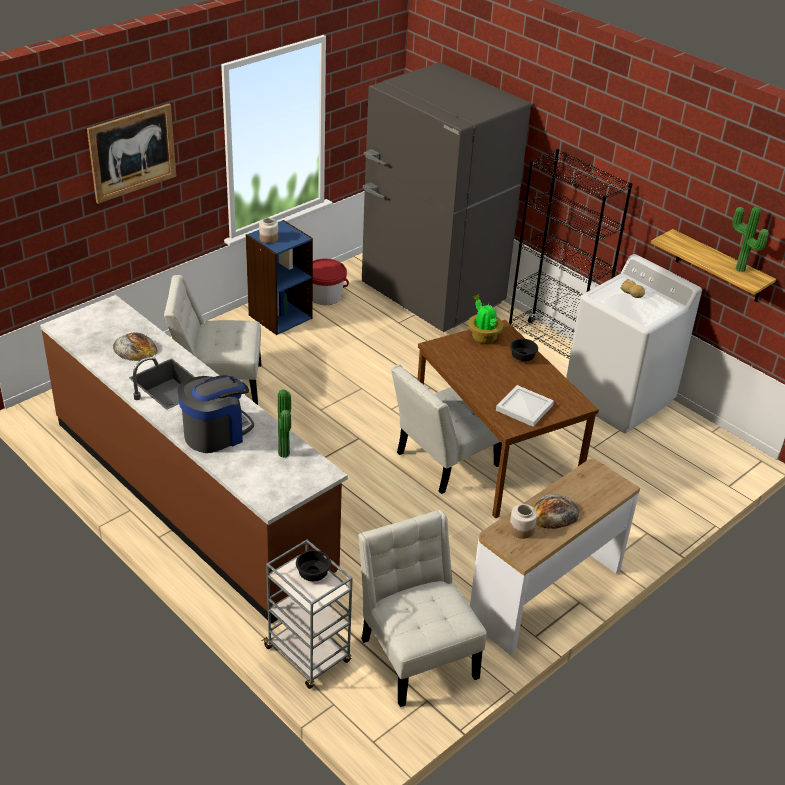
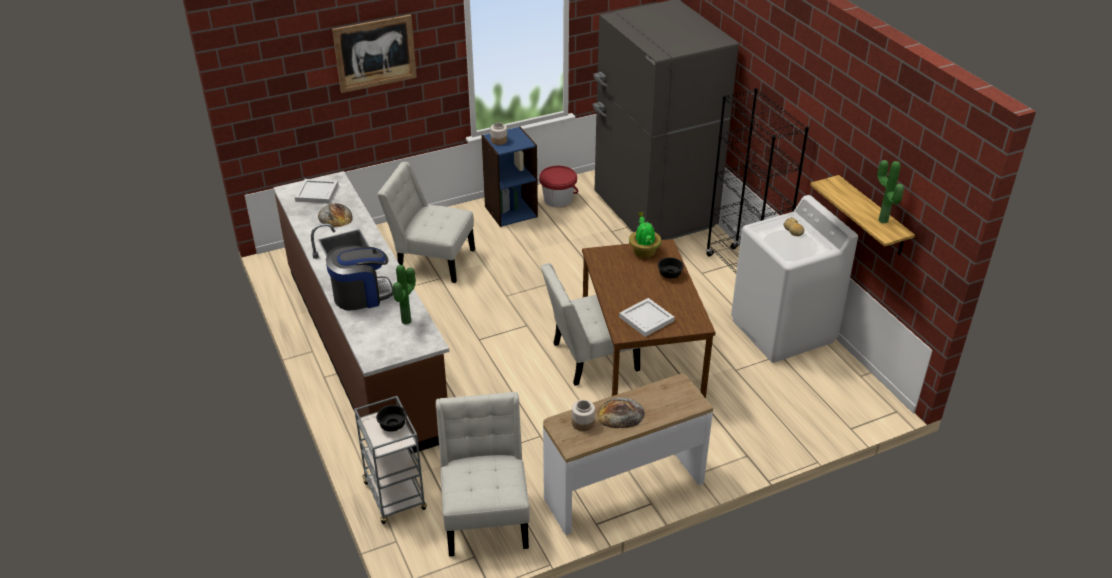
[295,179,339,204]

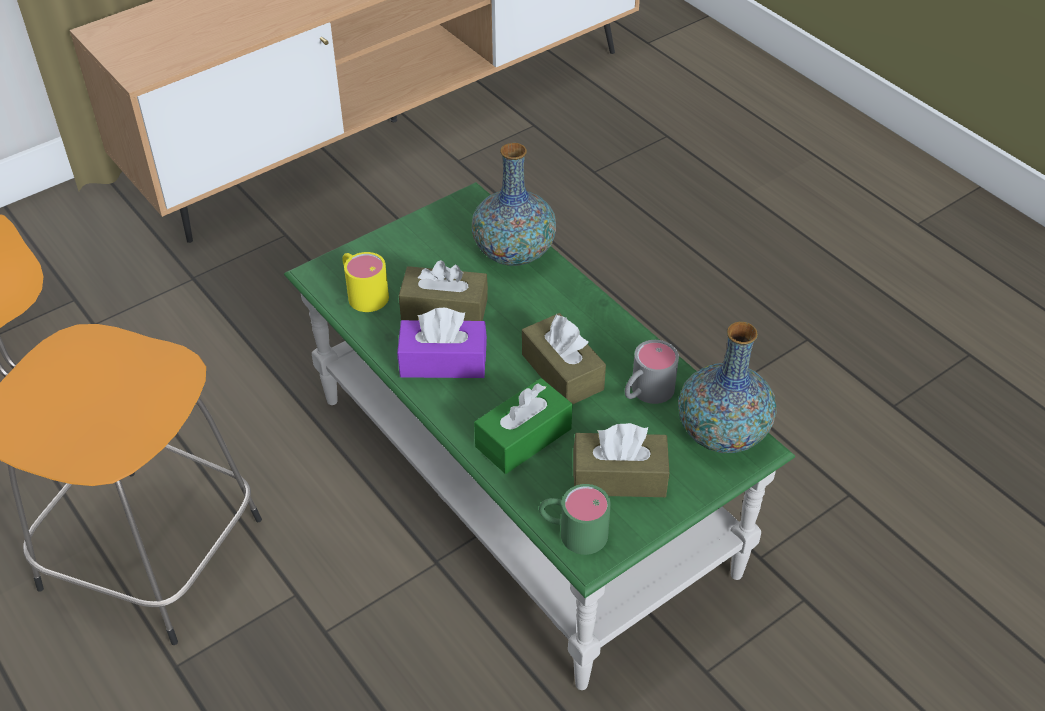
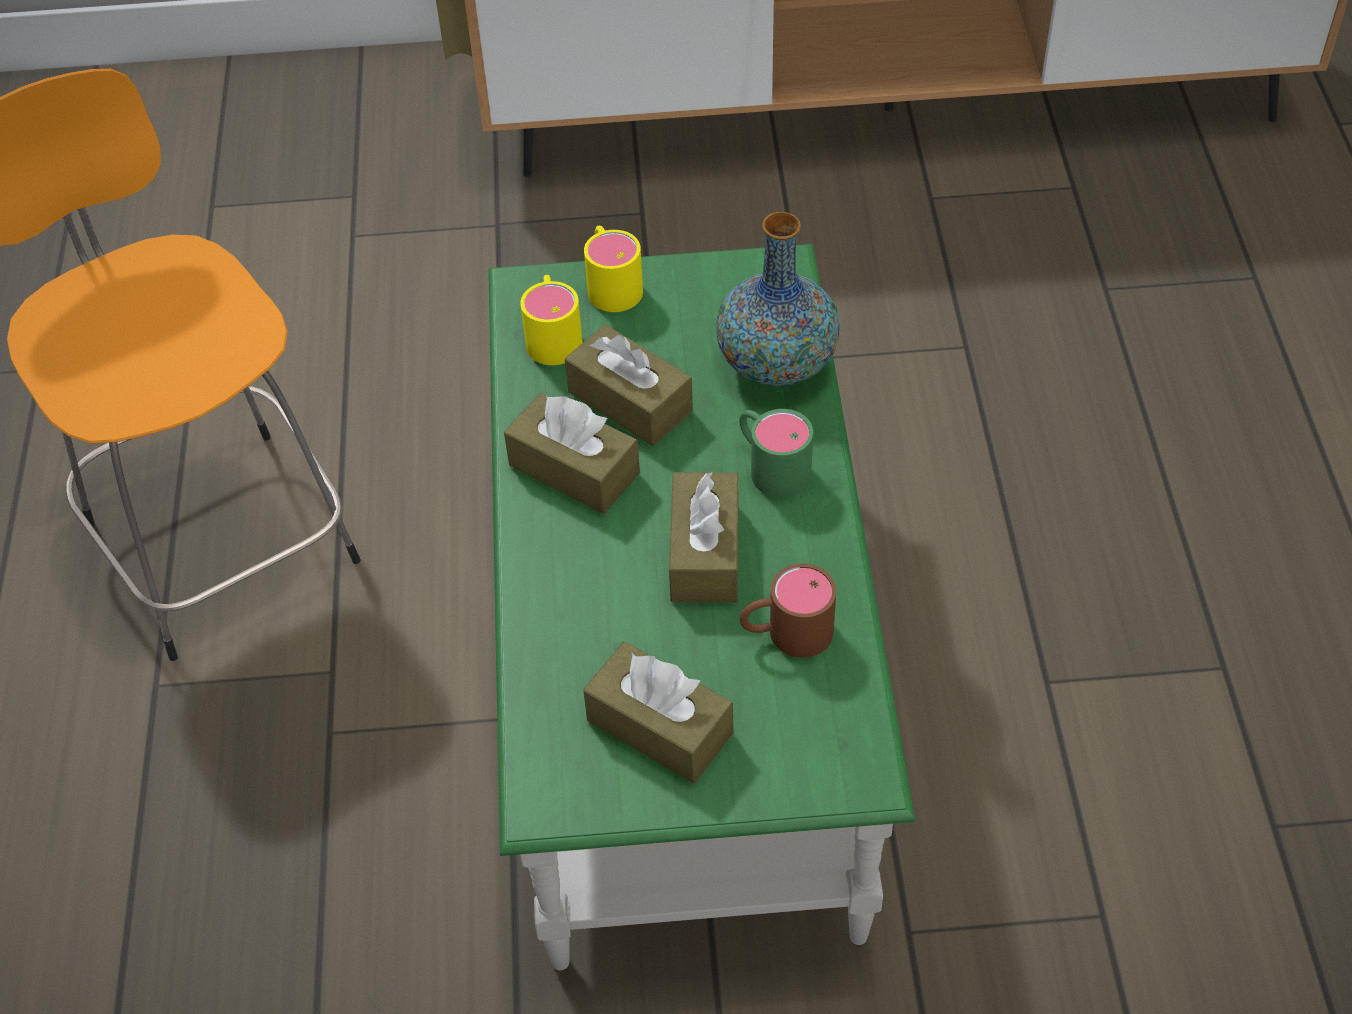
[504,393,640,514]
[678,322,776,453] (first image)
[740,563,836,658]
[474,378,572,474] (first image)
[739,409,813,498]
[584,226,643,312]

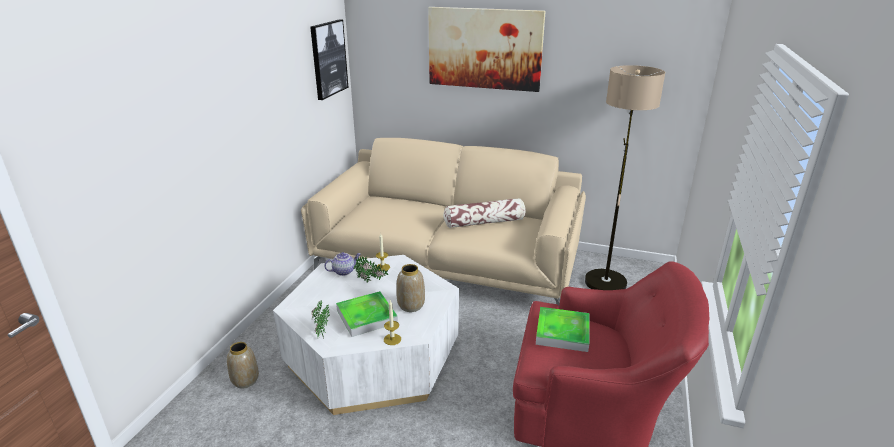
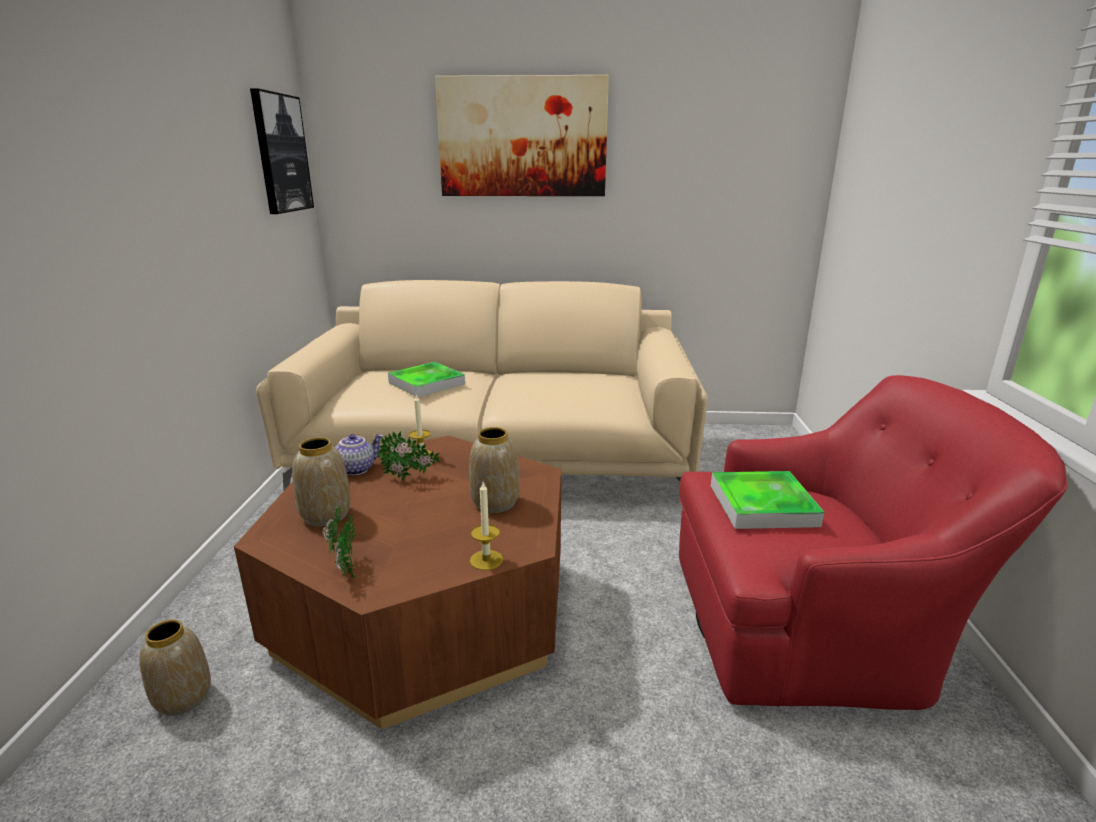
[585,65,666,290] (first image)
[443,198,526,228] (first image)
[234,436,561,729]
[388,362,465,397]
[292,437,351,527]

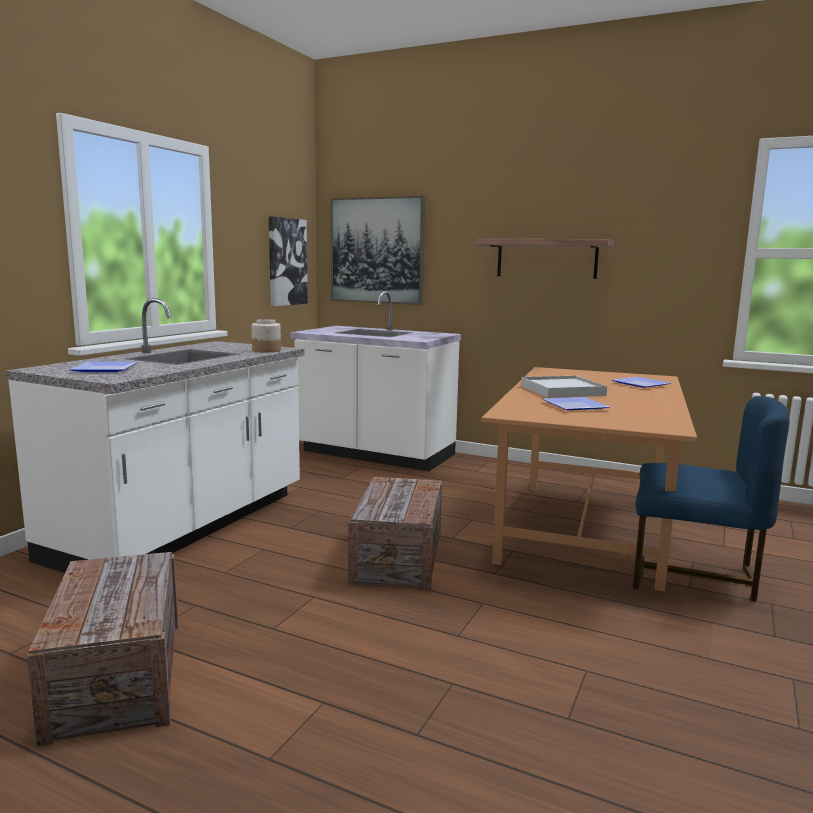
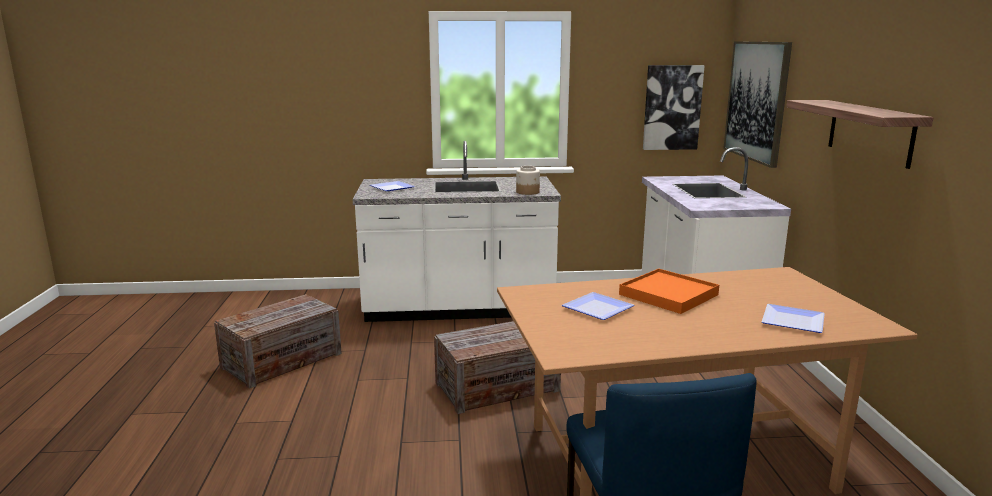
[619,268,719,314]

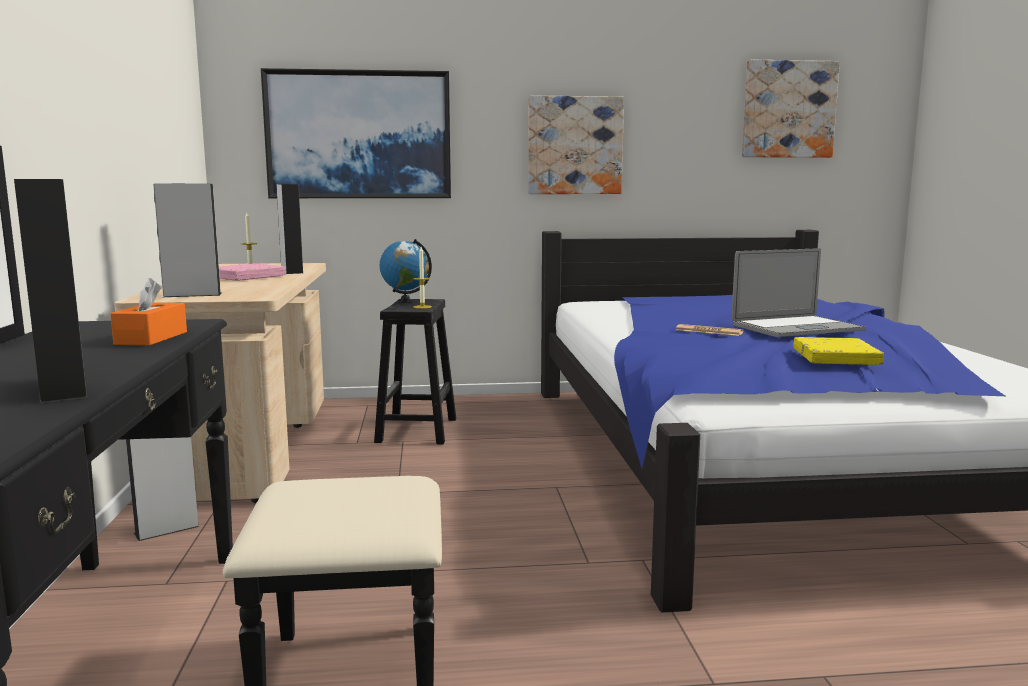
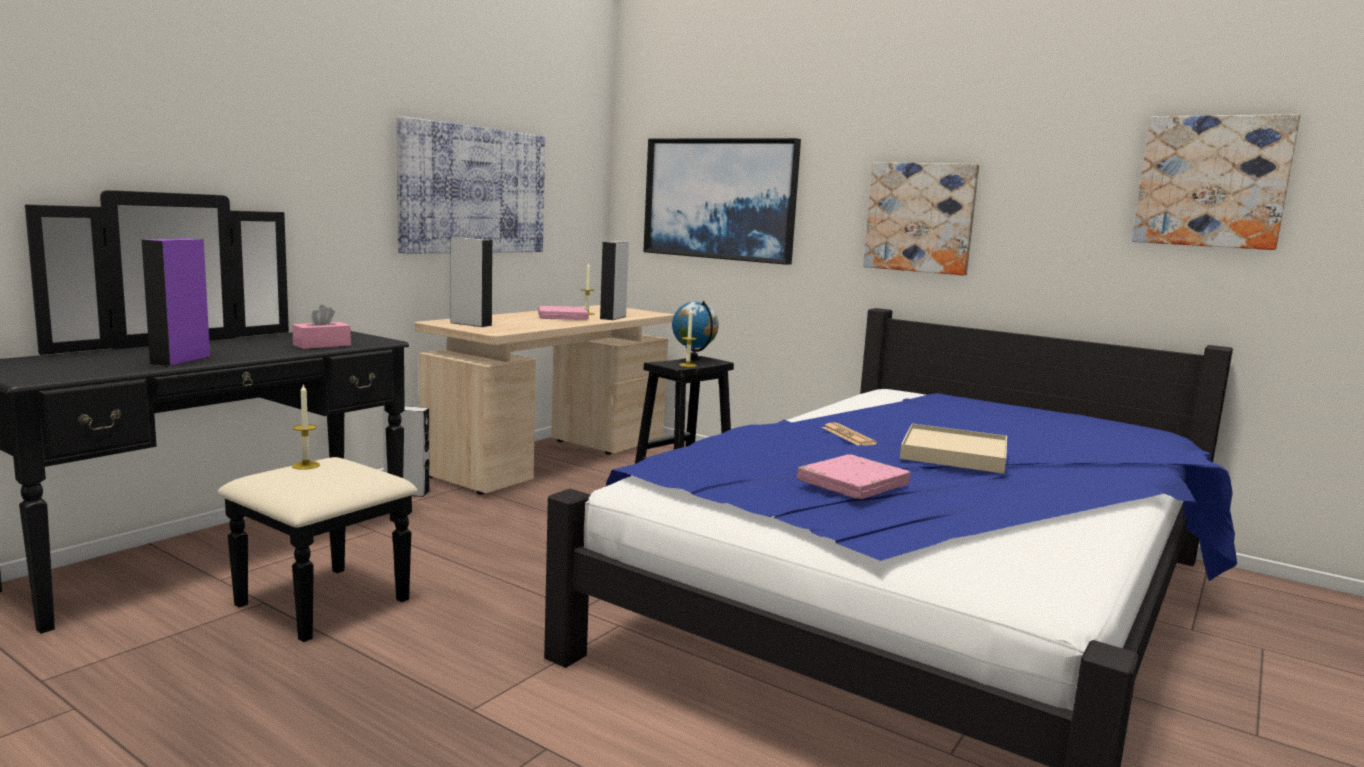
[900,424,1007,474]
[292,305,351,349]
[797,454,911,499]
[396,116,545,254]
[292,384,320,470]

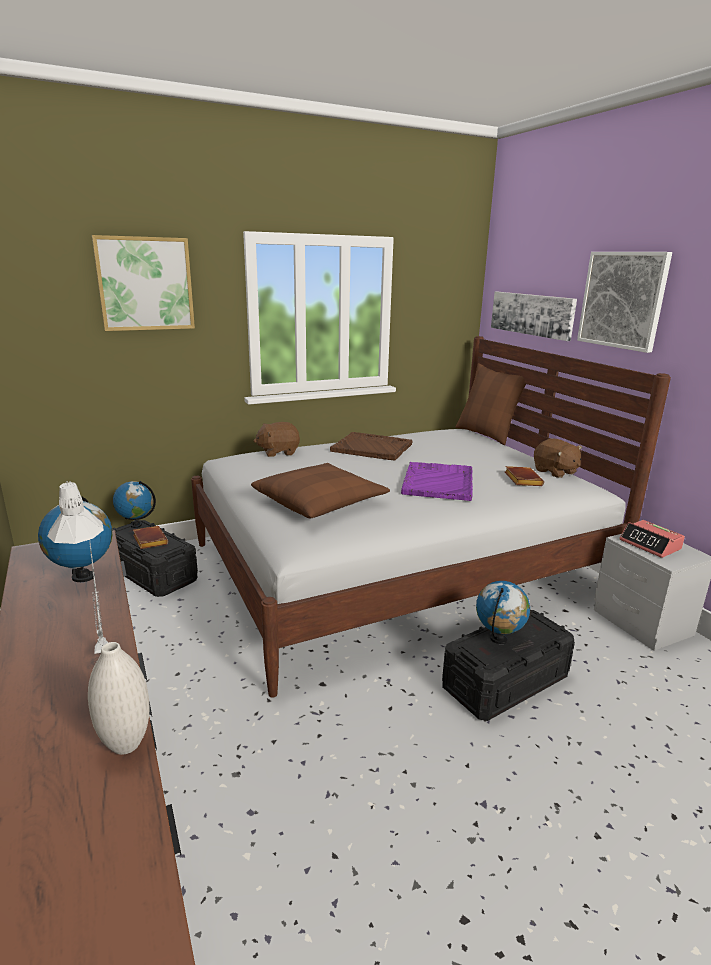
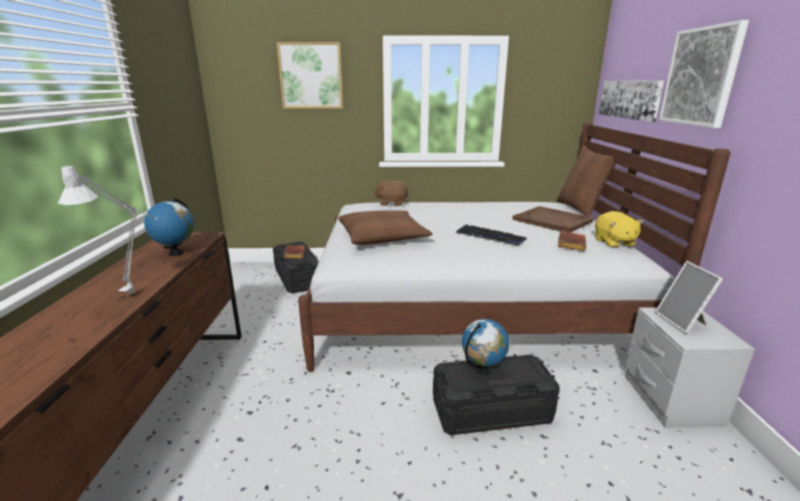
[513,206,594,233]
[595,211,643,248]
[456,224,527,245]
[113,481,156,528] (first image)
[655,261,723,334]
[88,642,150,755] (first image)

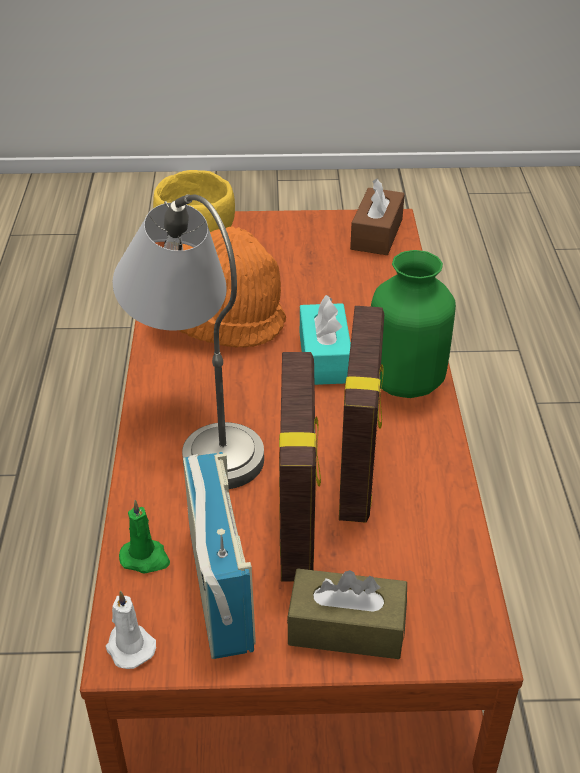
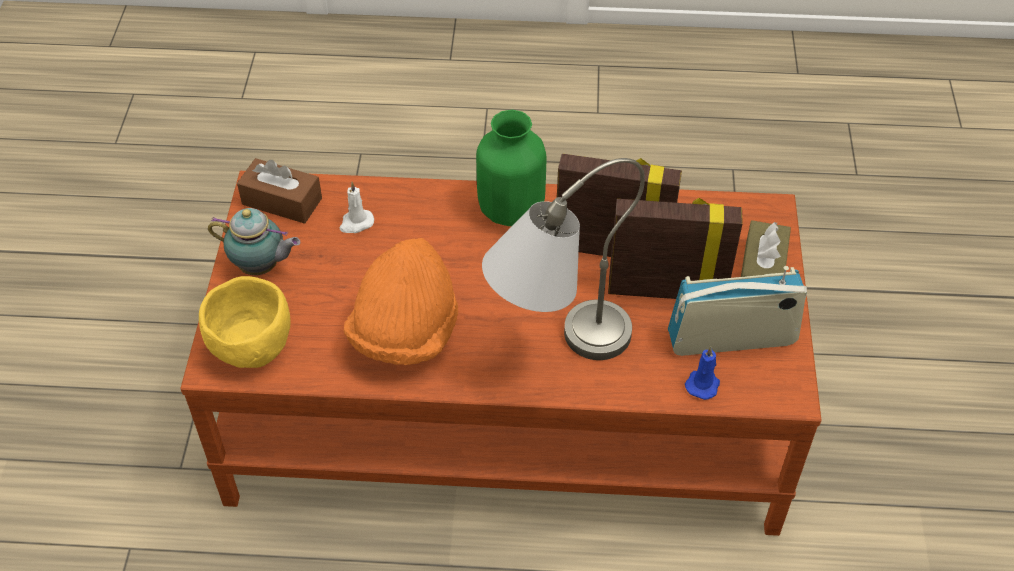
[300,295,351,385] (first image)
[685,346,720,400]
[340,182,374,233]
[208,208,300,275]

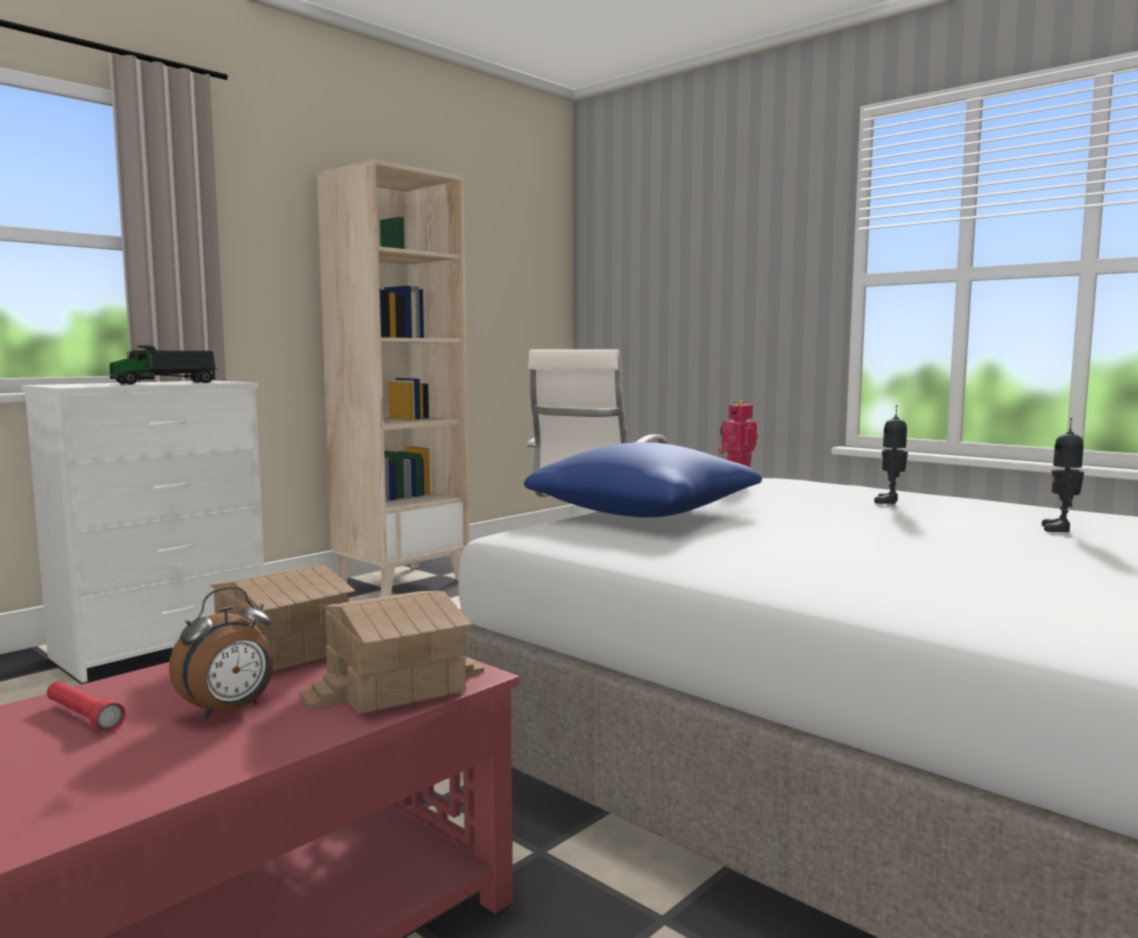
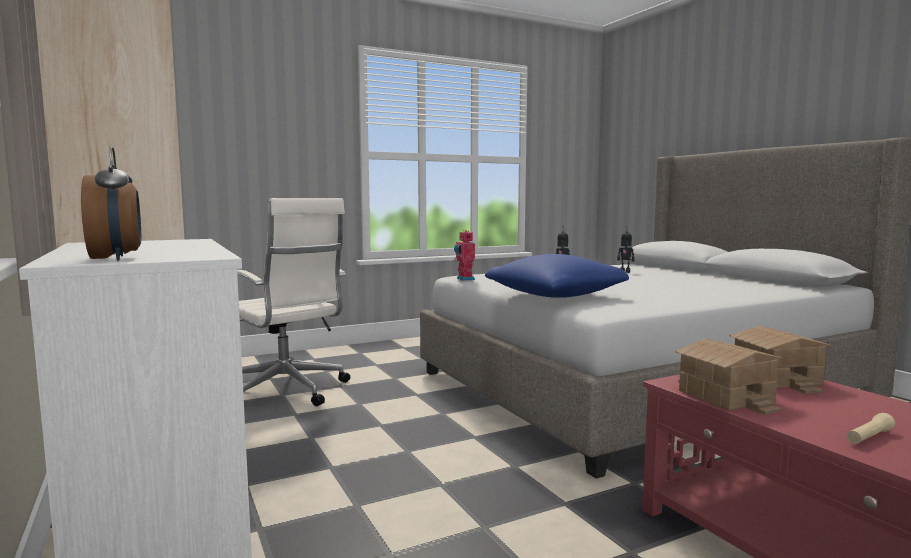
[109,345,217,384] (first image)
[81,146,141,260]
[846,413,895,444]

